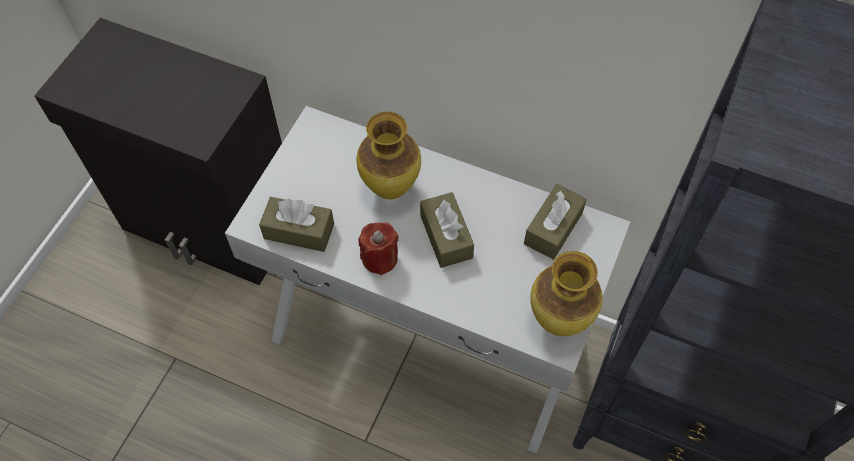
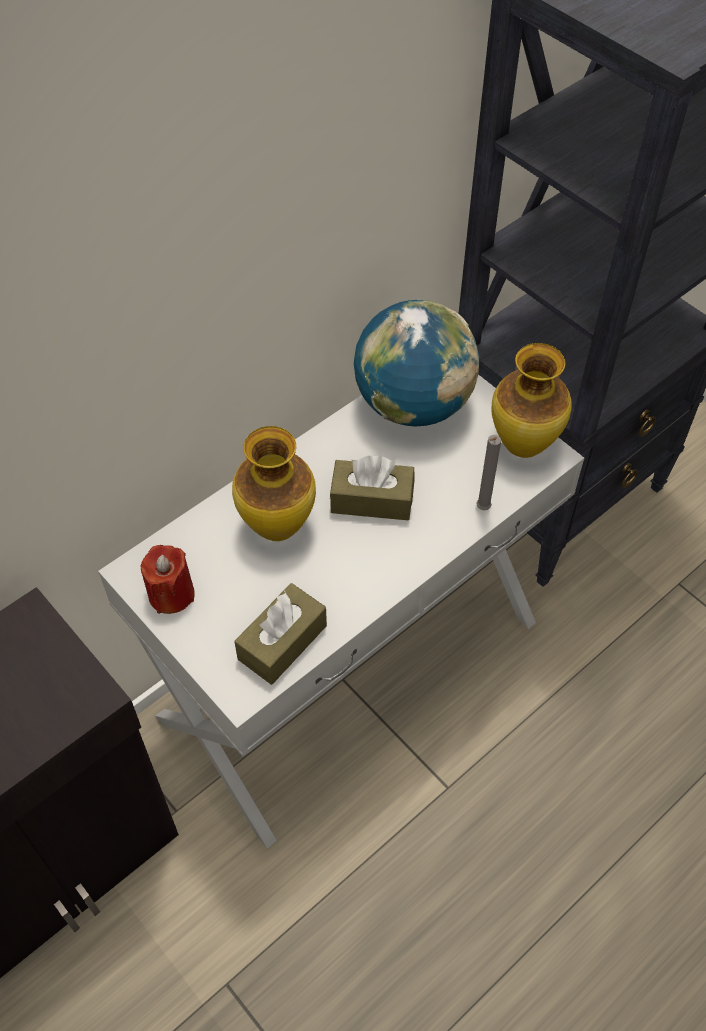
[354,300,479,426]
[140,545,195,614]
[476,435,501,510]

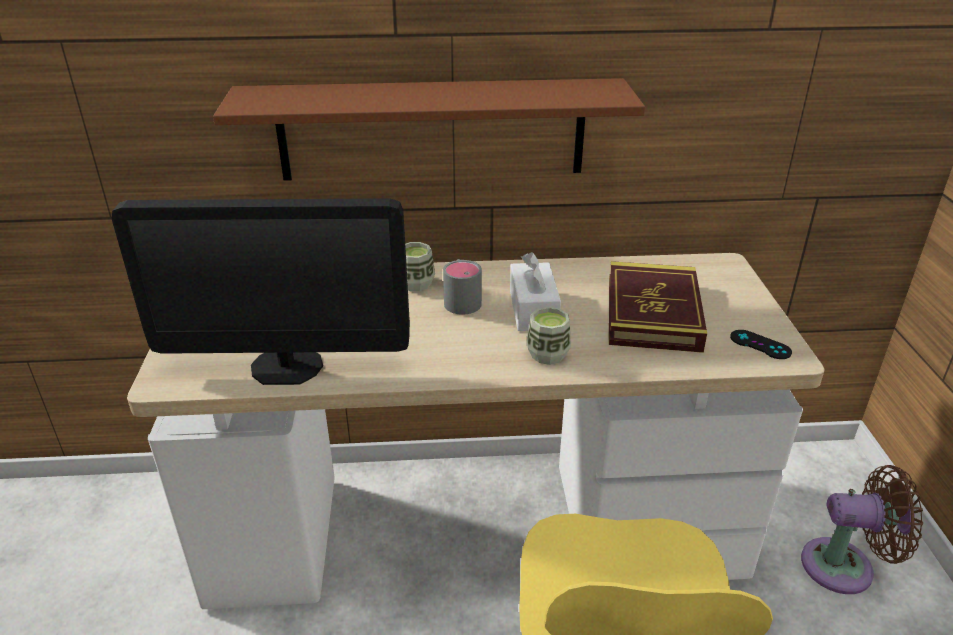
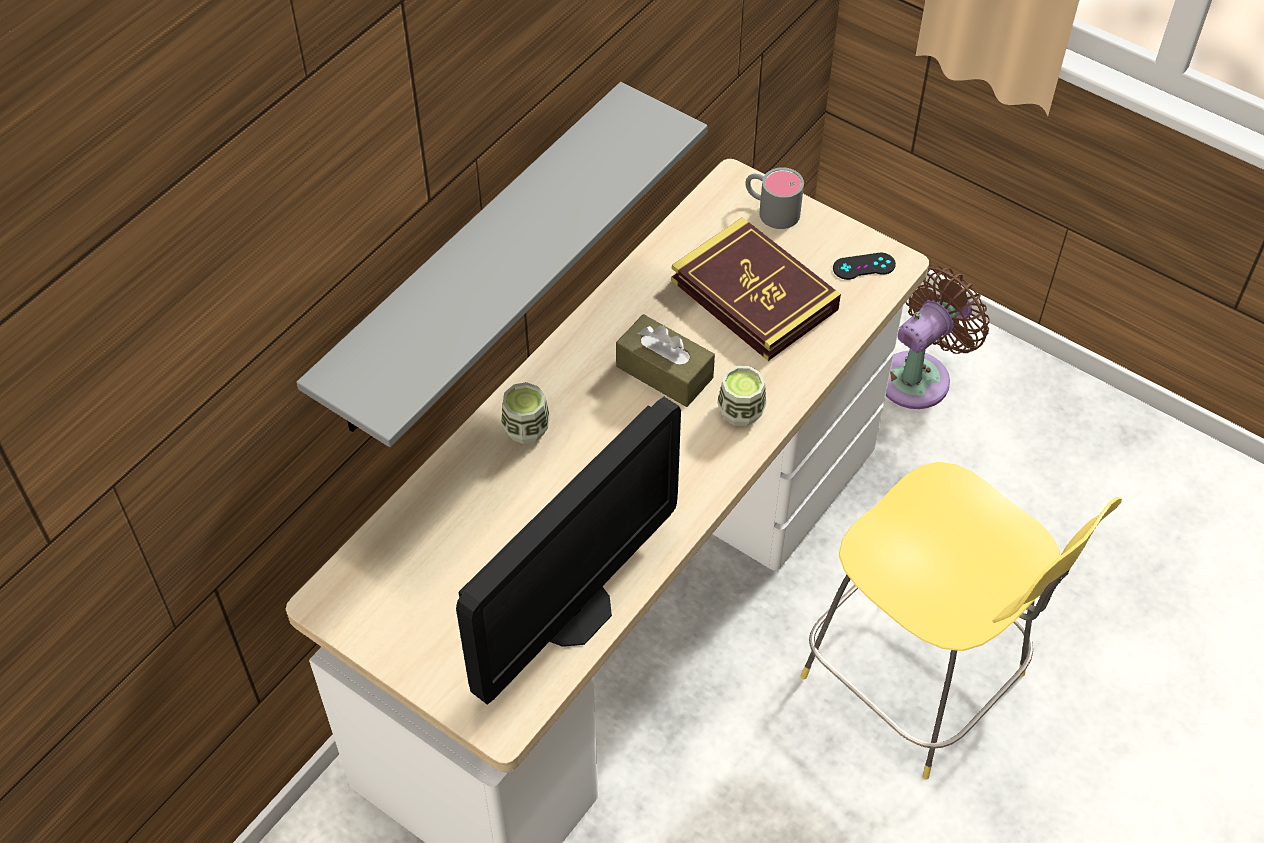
[296,82,707,447]
[616,314,715,407]
[745,167,804,229]

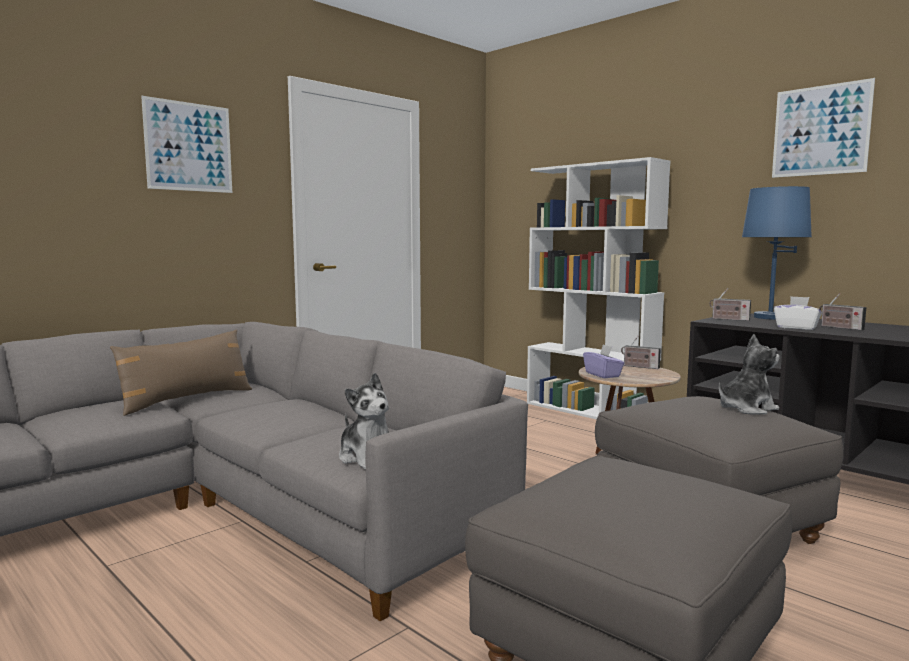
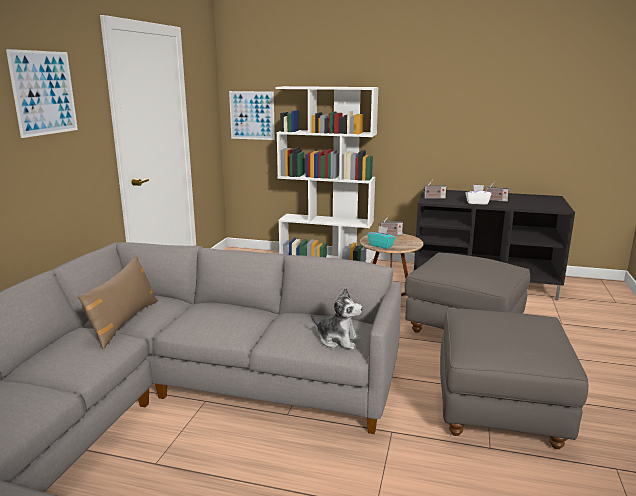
[229,91,275,140]
[742,186,812,320] (first image)
[719,334,780,415] (first image)
[367,226,396,249]

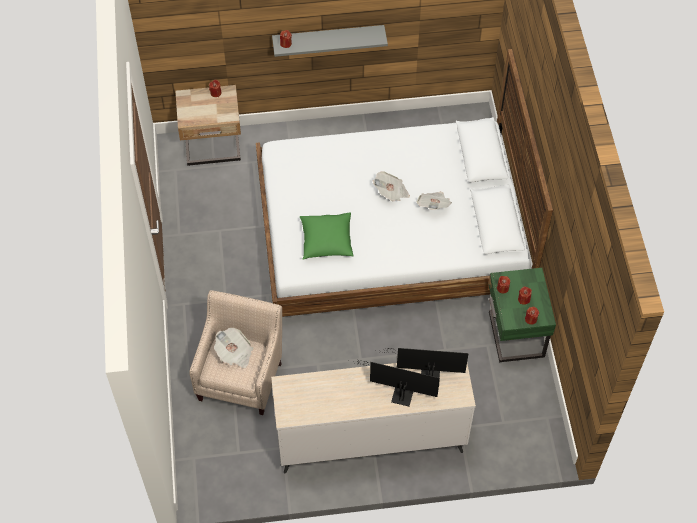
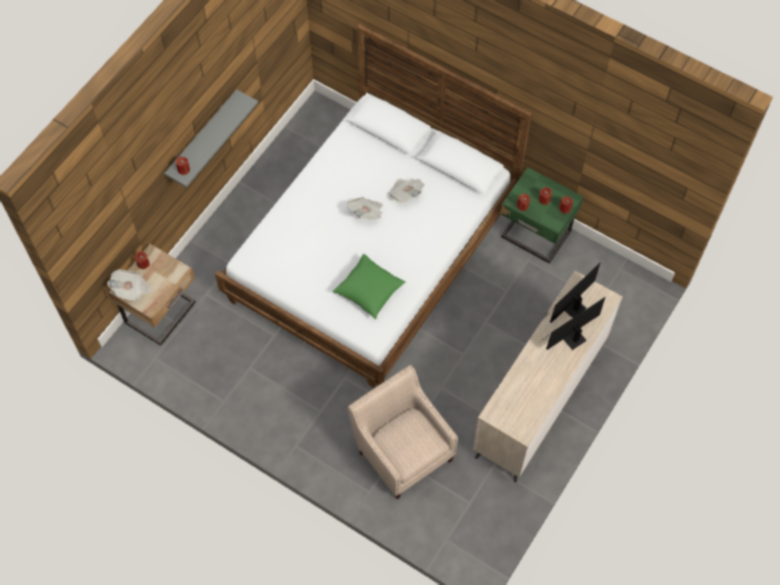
[107,269,151,301]

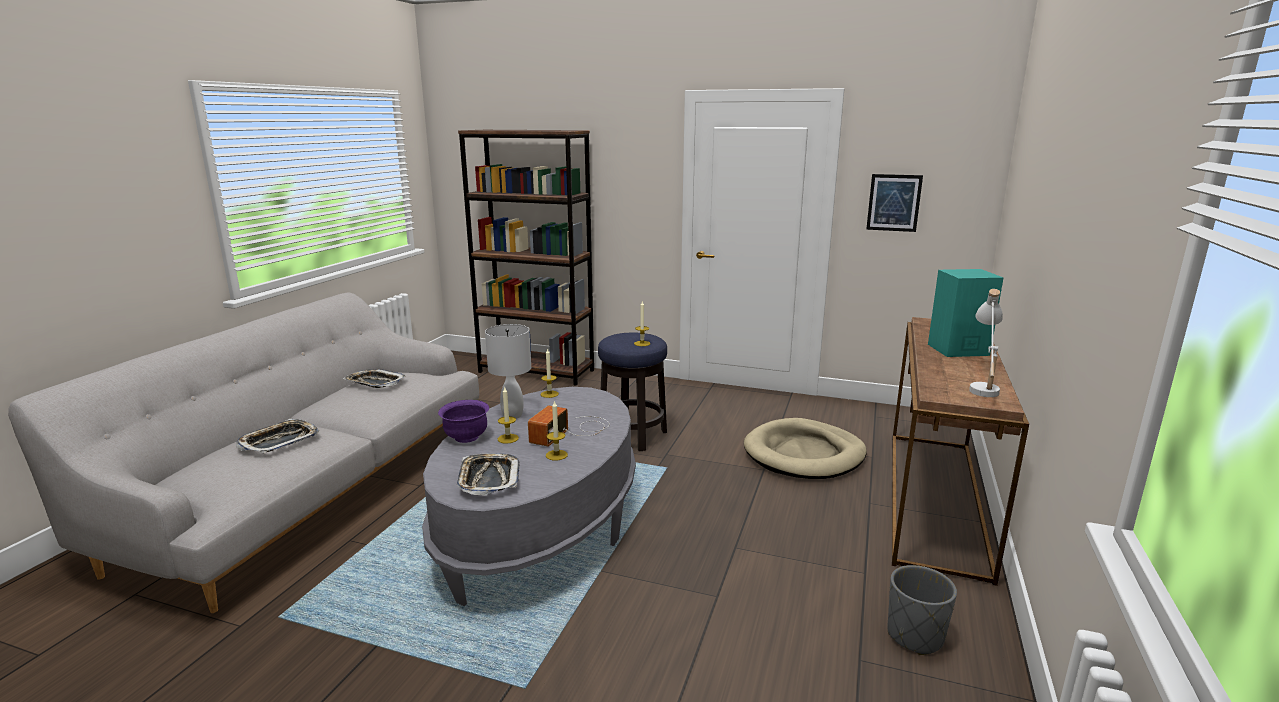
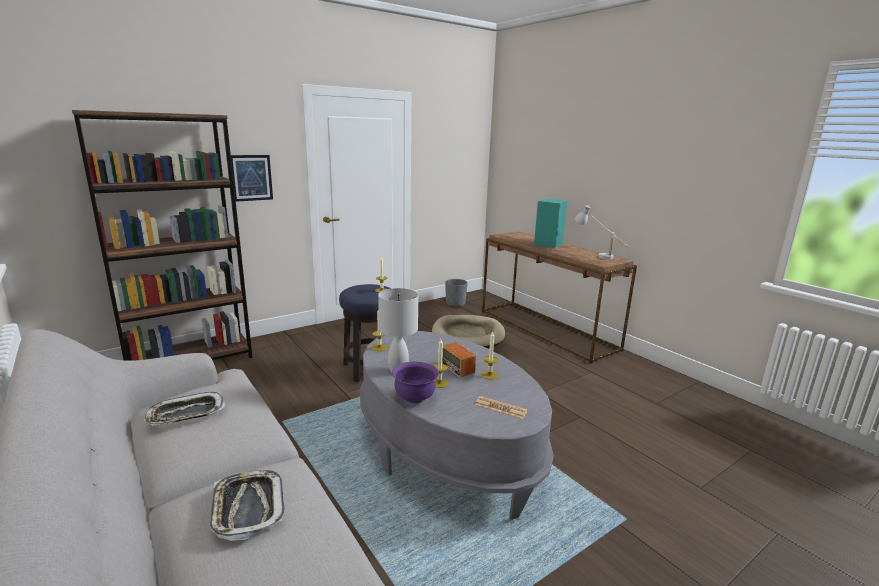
[231,155,273,202]
[475,396,528,419]
[445,279,468,306]

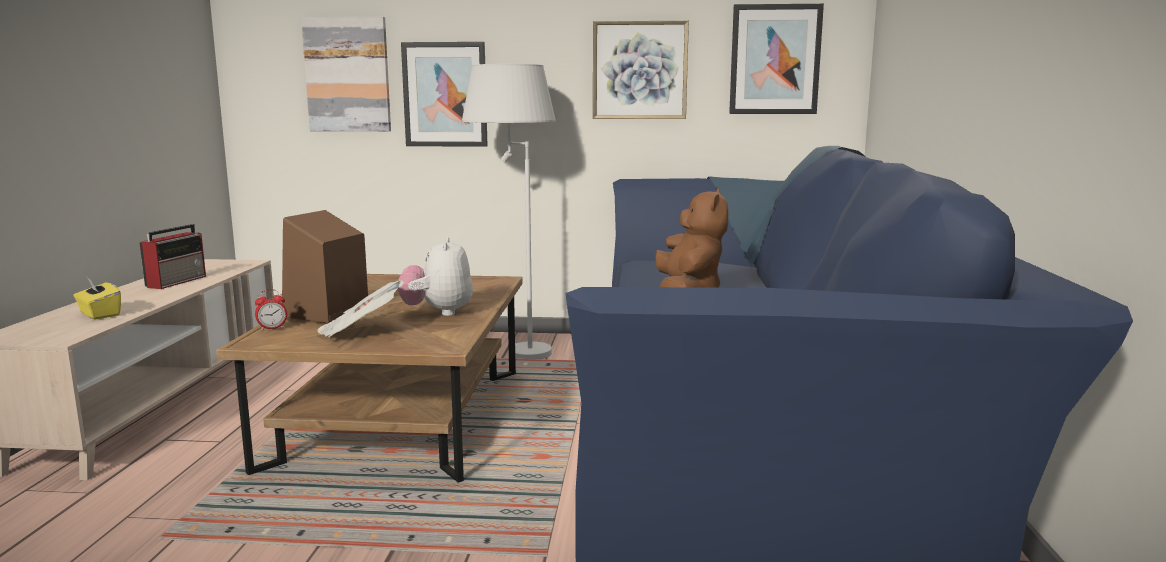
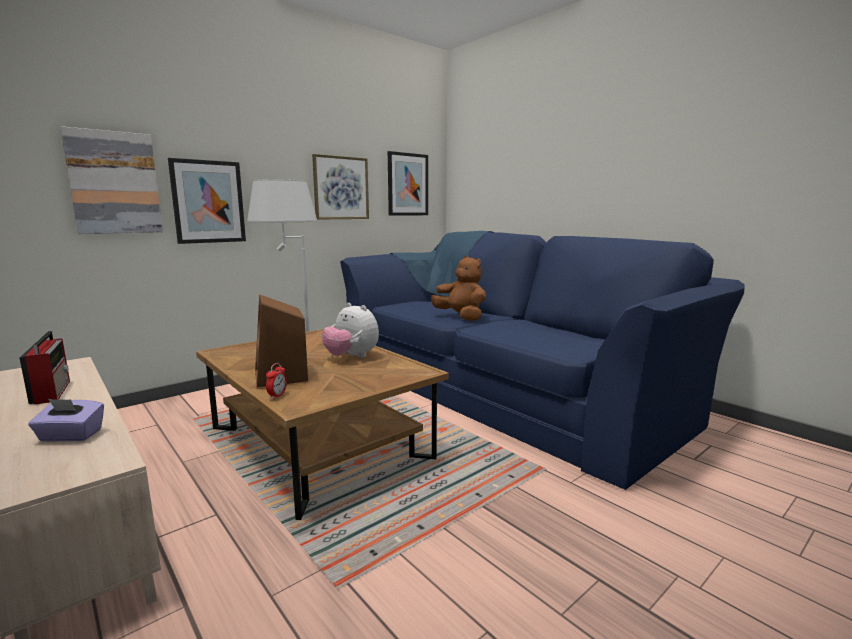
[28,399,104,442]
[317,280,404,337] (first image)

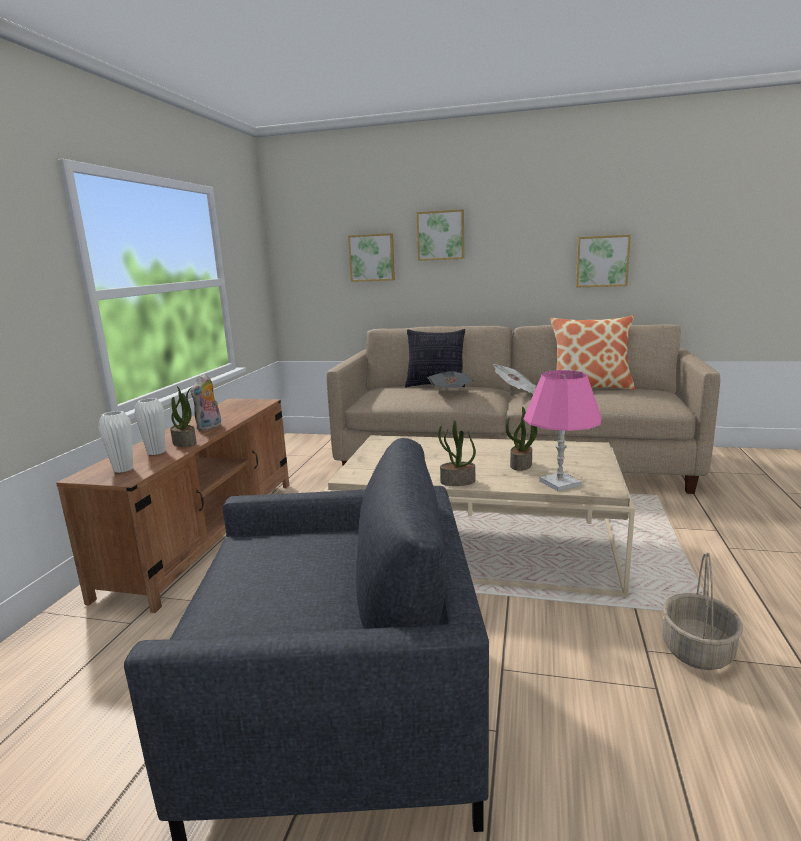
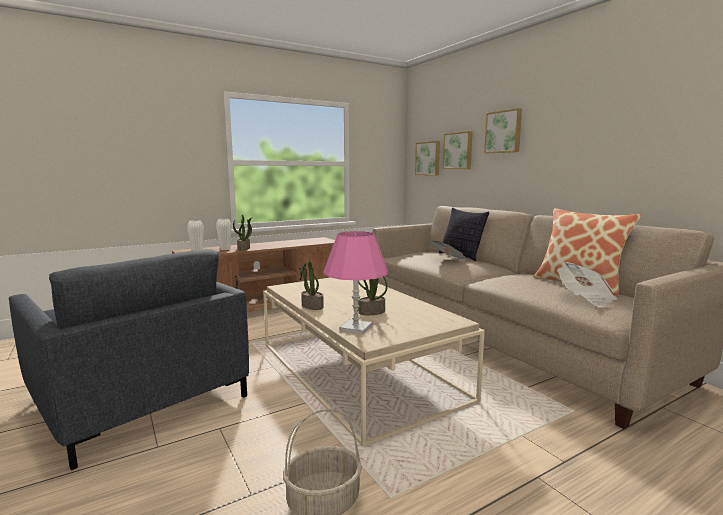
[415,141,440,175]
[557,262,617,307]
[190,374,221,431] (first image)

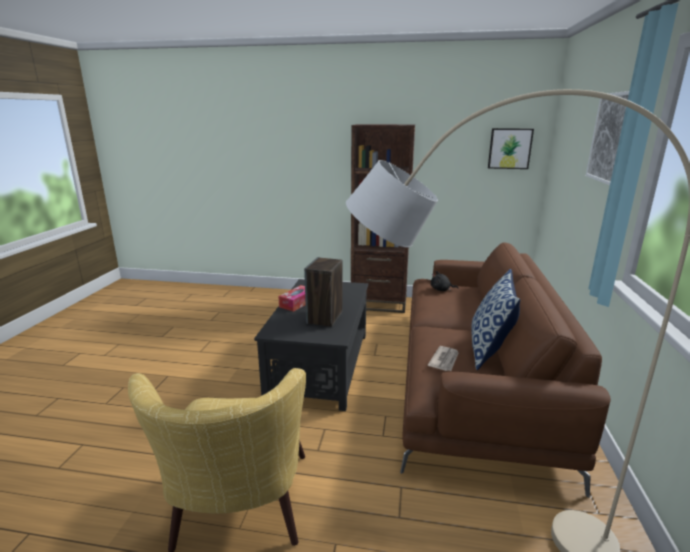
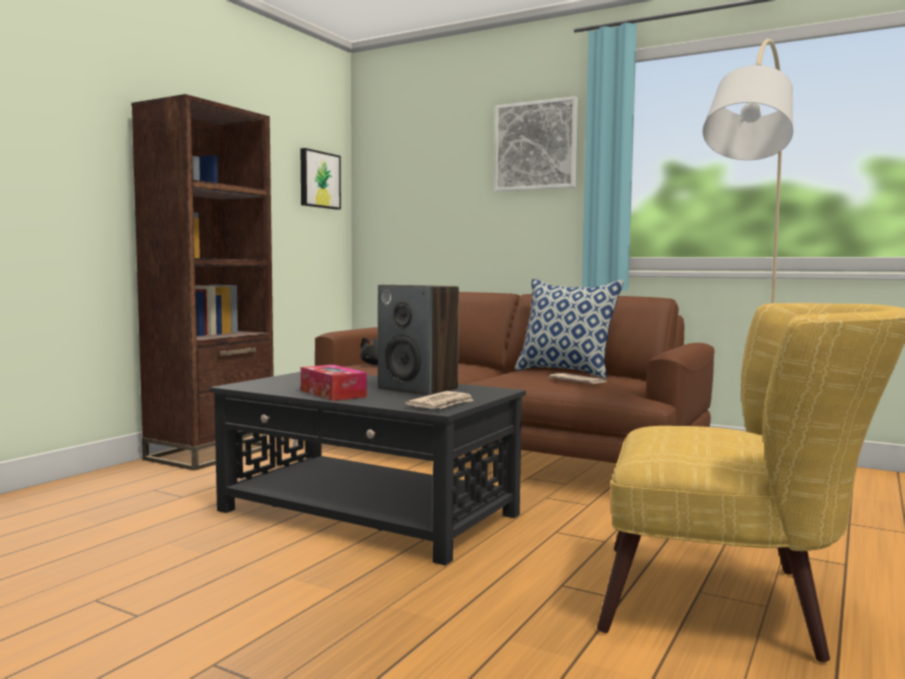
[405,391,474,409]

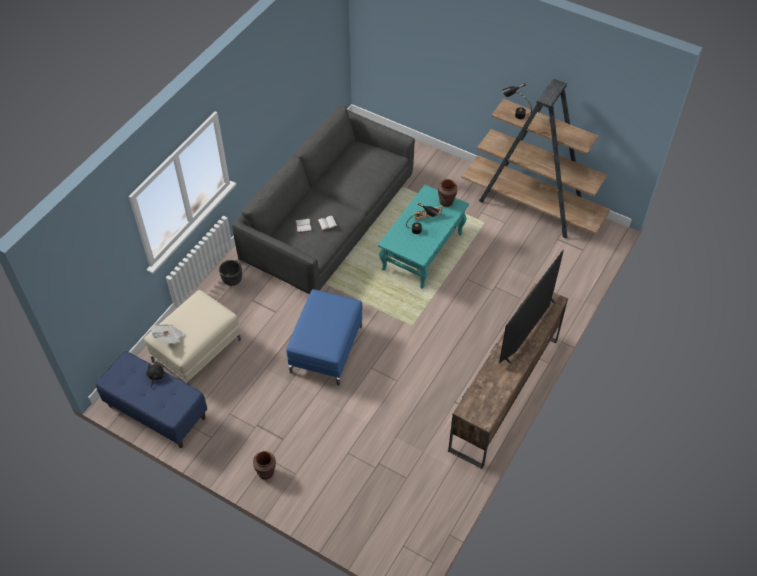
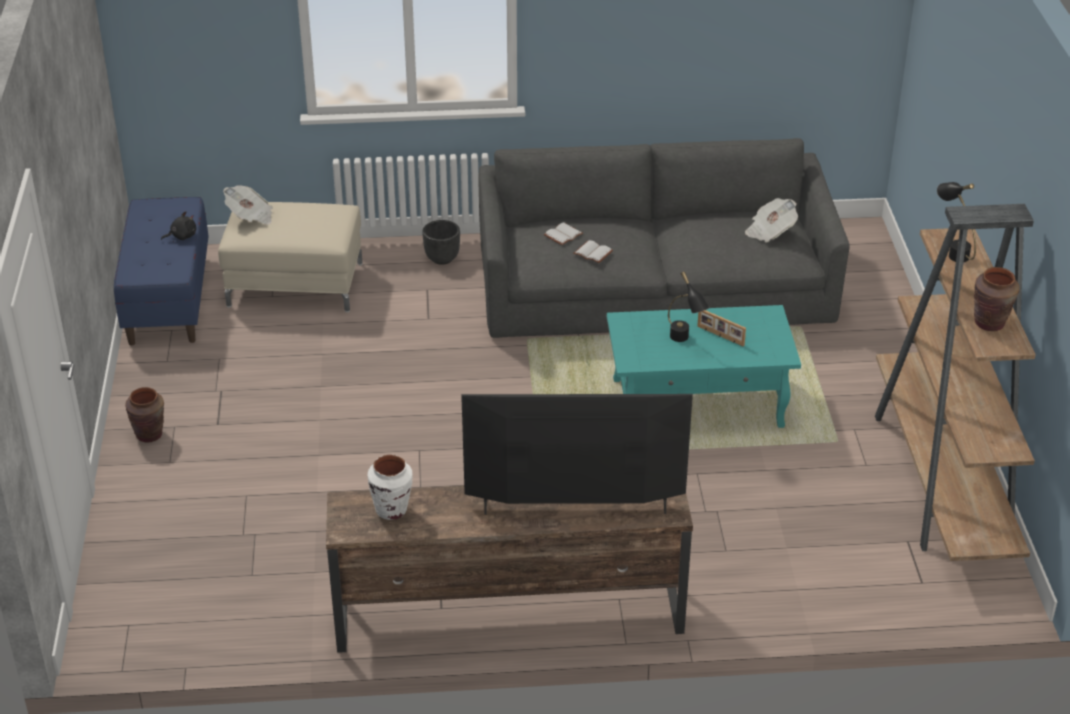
[974,267,1020,331]
[286,289,362,386] (first image)
[745,198,798,243]
[367,455,413,520]

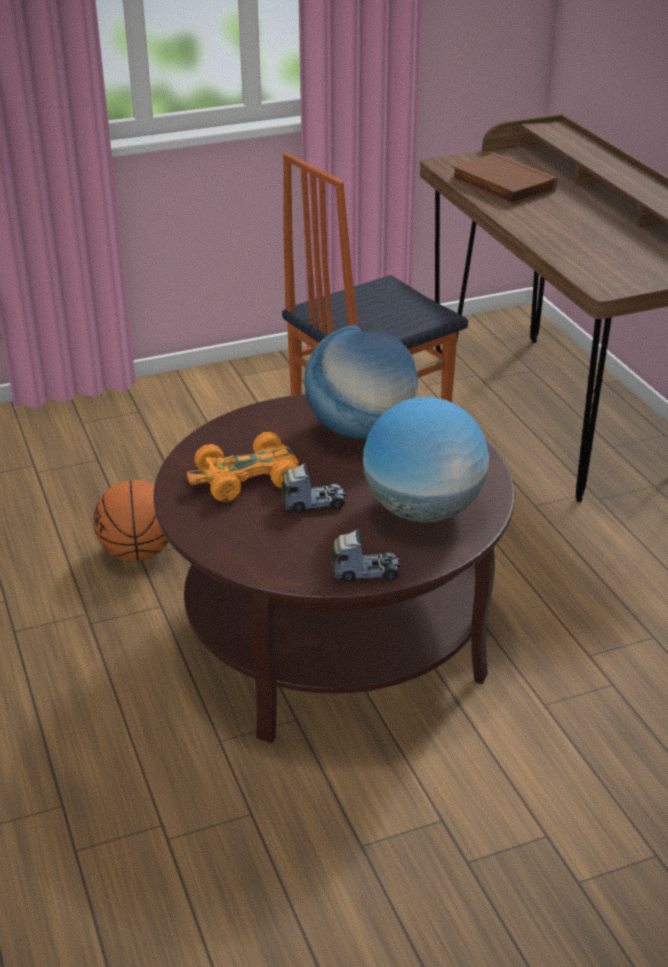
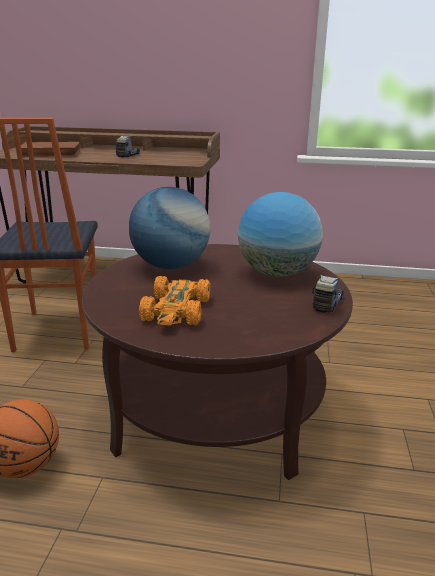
[115,136,140,158]

